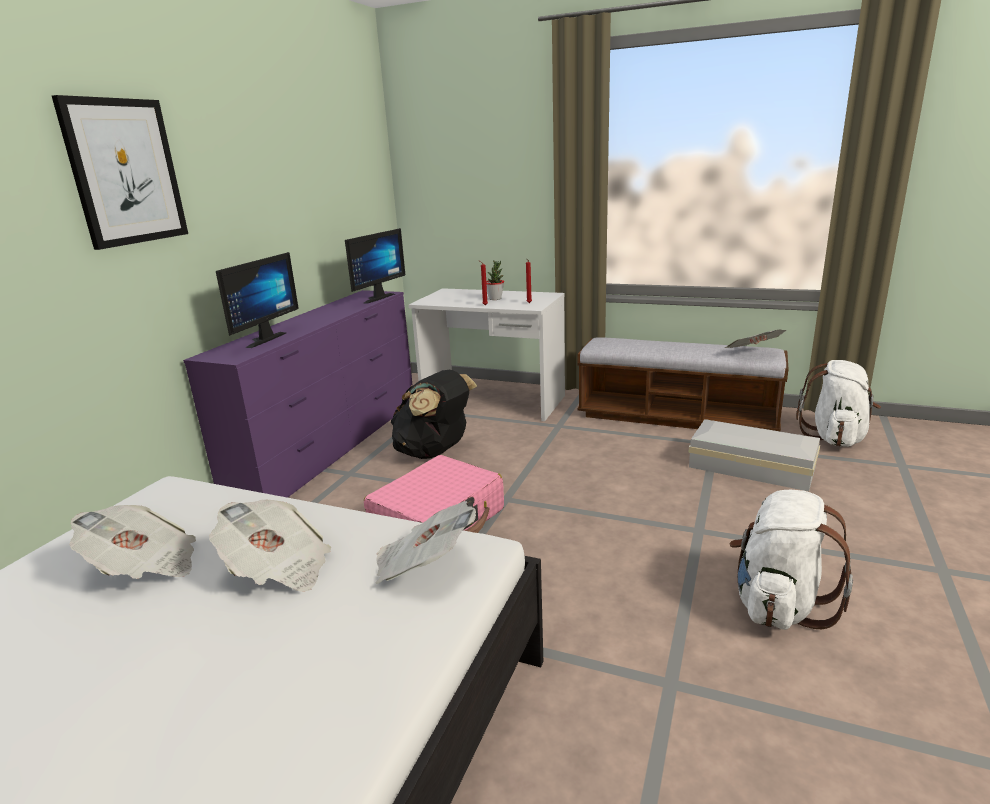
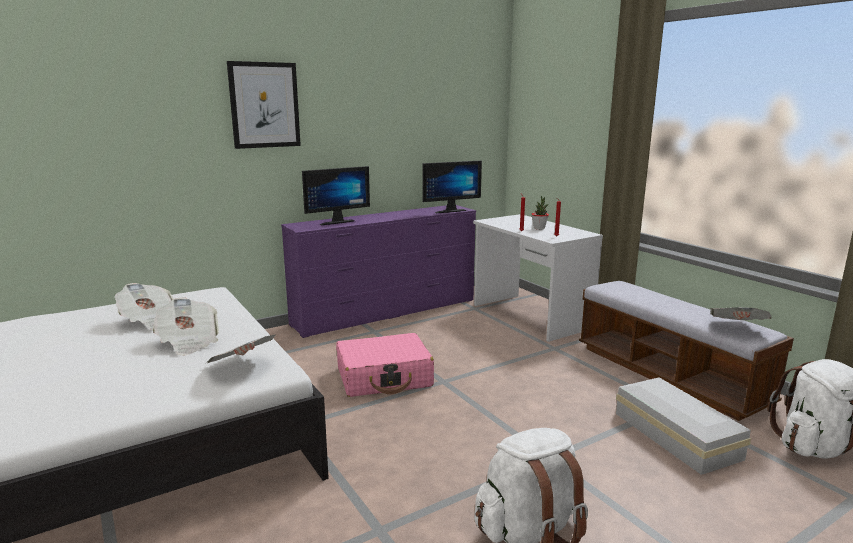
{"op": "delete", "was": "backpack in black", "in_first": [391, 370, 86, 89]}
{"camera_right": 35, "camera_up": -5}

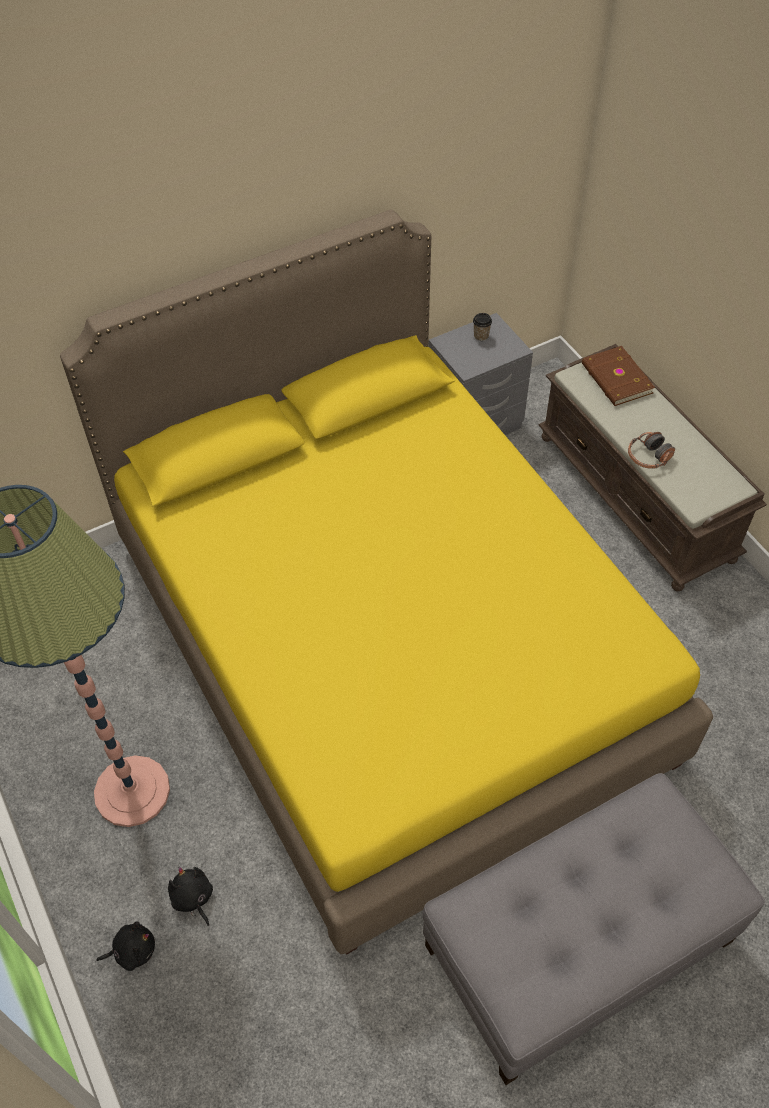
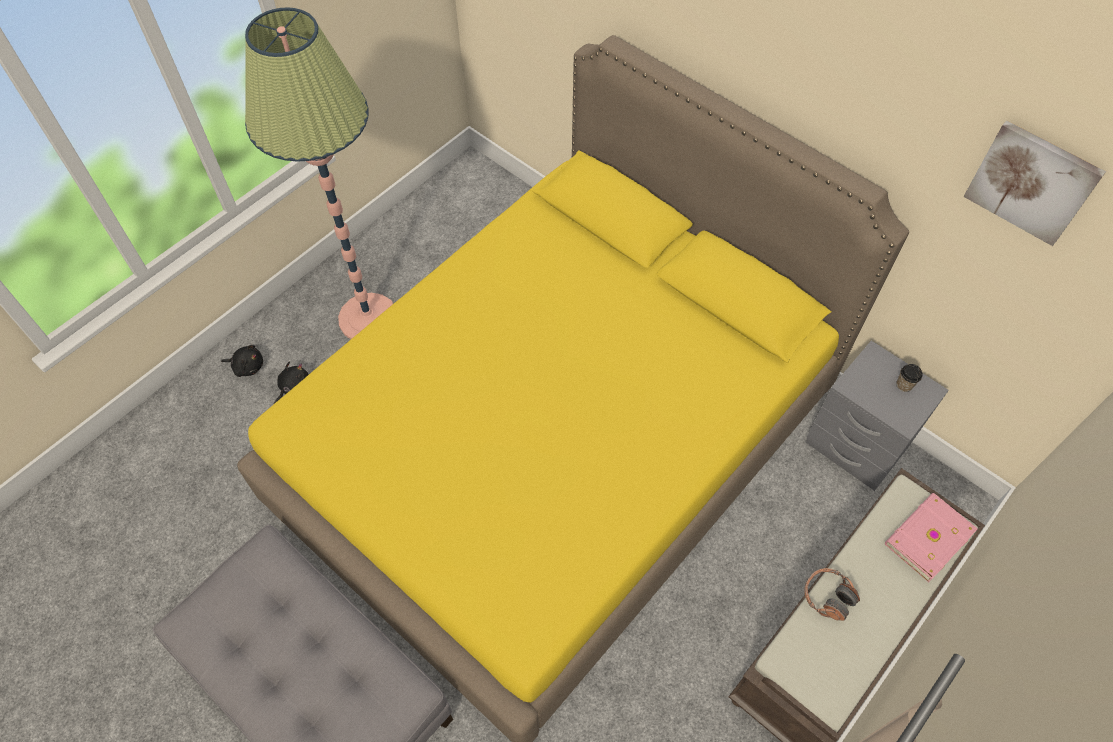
{"op": "rotate", "was": "plush toy in black", "in_first": [96, 921, 59, 50], "in_second": [221, 345, 42, 32], "clockwise": -45}
{"op": "recolor", "was": "book in brown", "now": "book in pink", "in_first": [582, 346, 73, 60], "in_second": [885, 493, 93, 89]}
{"op": "insert", "now": "picture", "in_second": [963, 121, 143, 125]}
{"camera_right": 70, "camera_up": 5}

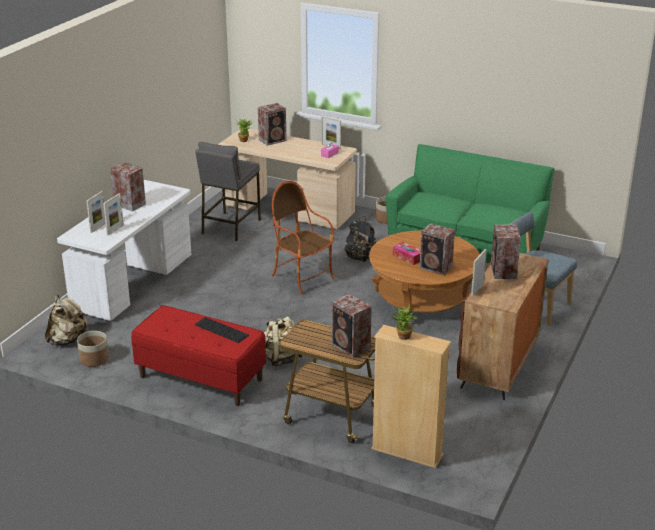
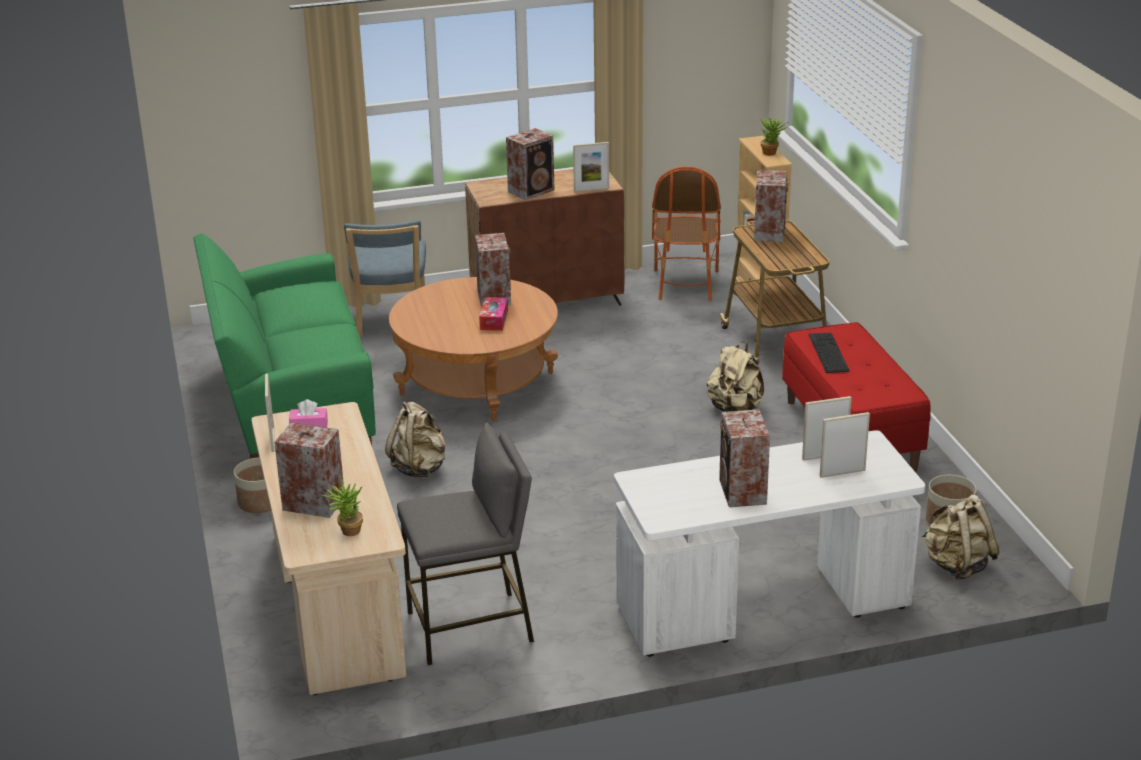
{"op": "recolor", "was": "backpack in black", "now": "backpack in beige", "in_first": [344, 216, 32, 46], "in_second": [385, 401, 61, 77]}
{"op": "move", "was": "armchair", "in_first": [272, 181, 62, 114], "in_second": [652, 167, 69, 134]}
{"camera_right": -130, "camera_up": 0}

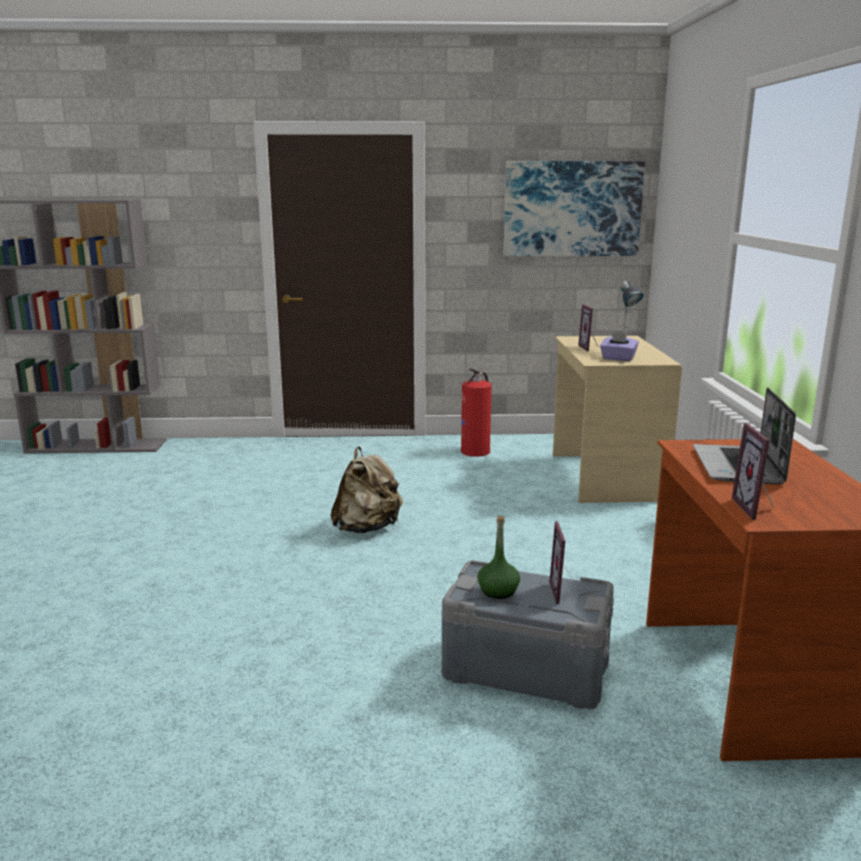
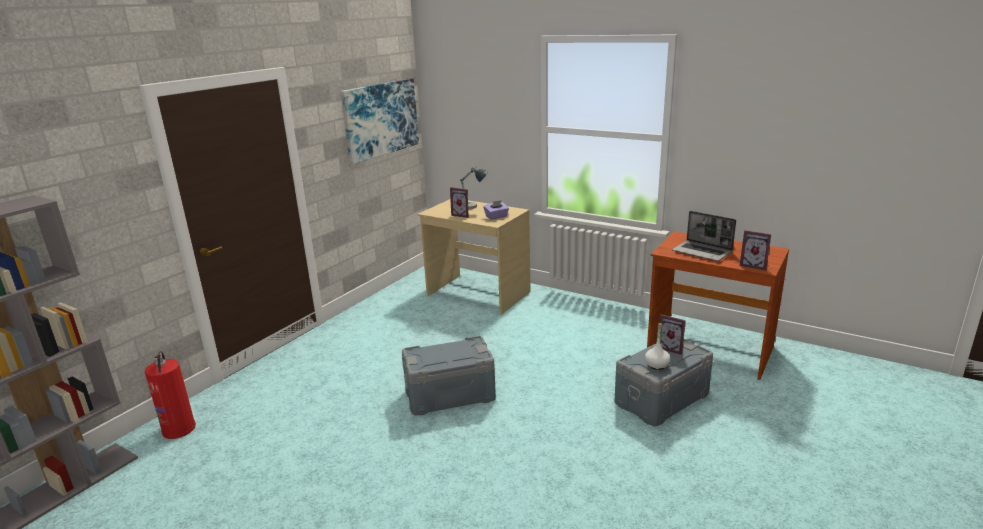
{"op": "move", "was": "fire extinguisher", "in_first": [461, 369, 31, 88], "in_second": [144, 351, 52, 88]}
{"op": "replace", "was": "backpack in beige", "now": "storage box in grey", "in_first": [331, 446, 72, 87], "in_second": [402, 336, 94, 80]}
{"op": "recolor", "was": "bottle in green", "now": "bottle in white", "in_first": [477, 516, 43, 83], "in_second": [645, 323, 25, 47]}
{"camera_right": -55, "camera_up": 5}

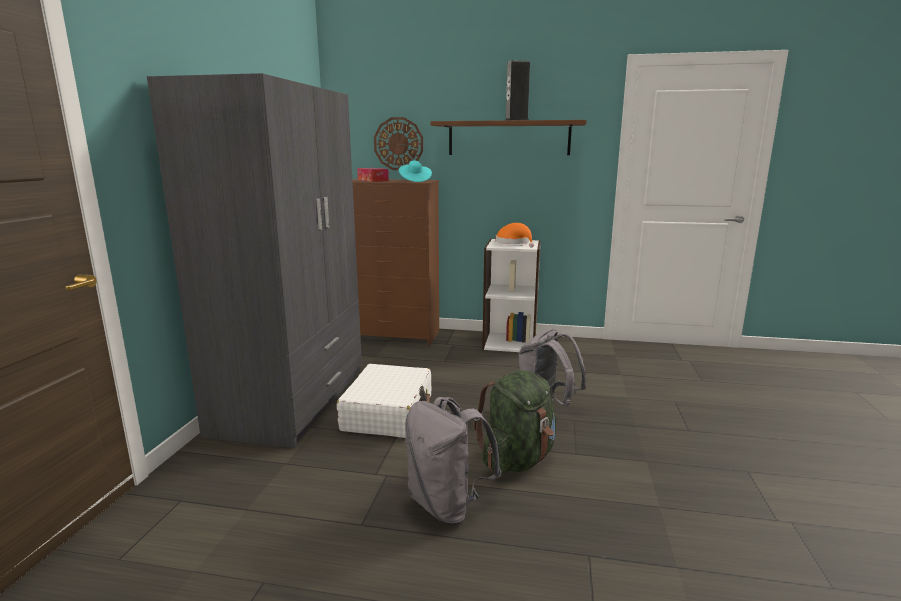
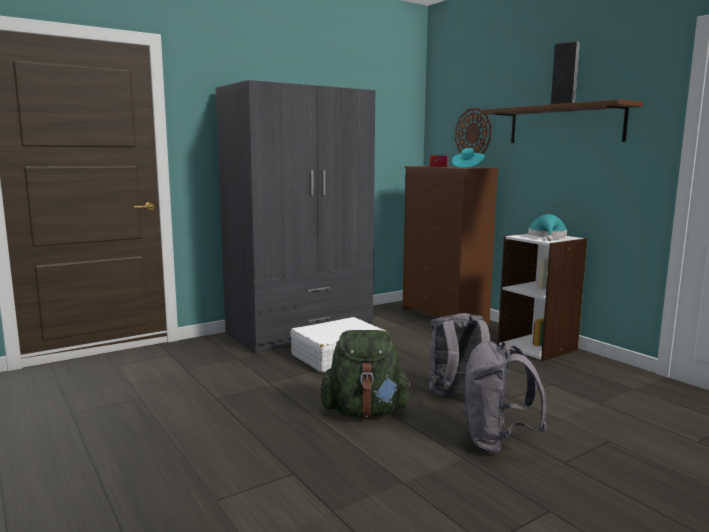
{"op": "move", "was": "backpack in grey", "in_first": [405, 397, 97, 128], "in_second": [463, 341, 84, 113]}
{"op": "recolor", "was": "hat in orange", "now": "hat in turquoise", "in_first": [496, 223, 38, 25], "in_second": [528, 214, 39, 27]}
{"camera_right": 45, "camera_up": -5}

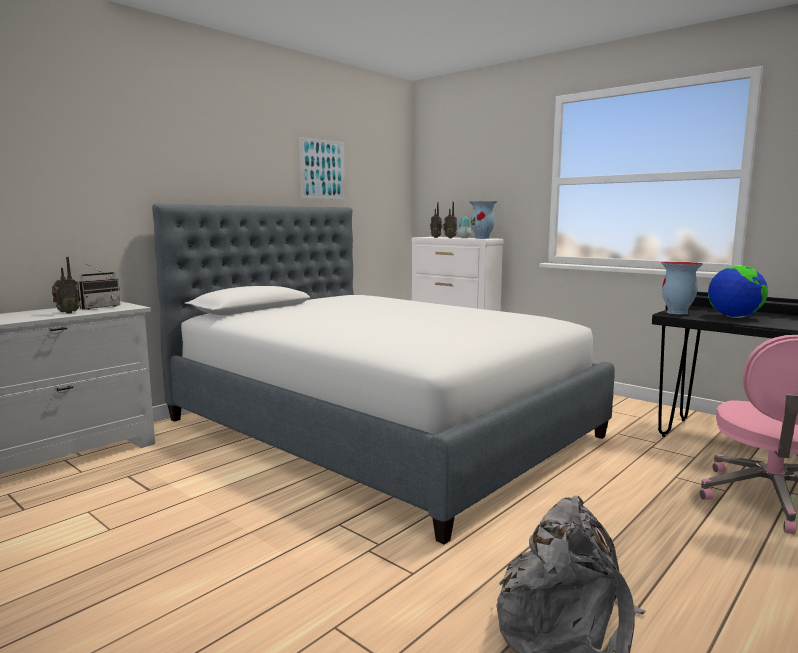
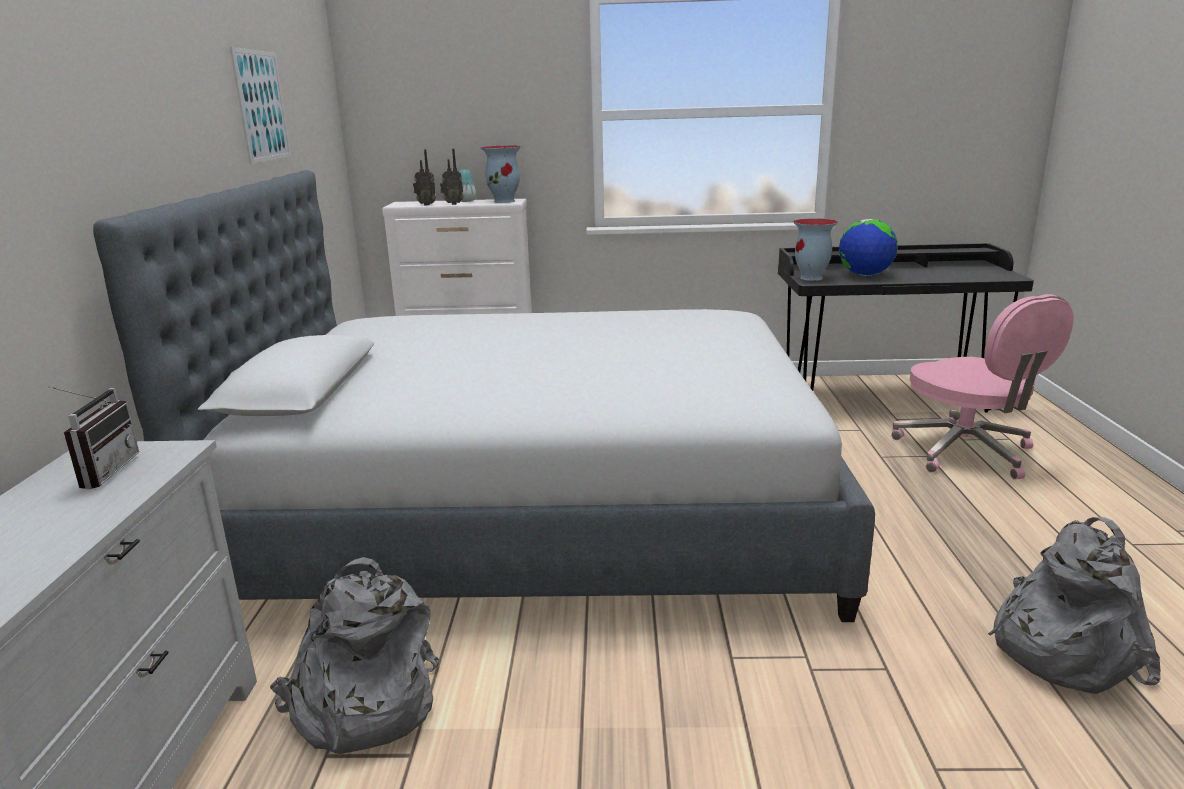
{"op": "insert", "now": "backpack in grey", "in_second": [270, 557, 169, 197]}
{"op": "delete", "was": "radio", "in_first": [52, 257, 28, 57]}
{"camera_right": -40, "camera_up": 10}

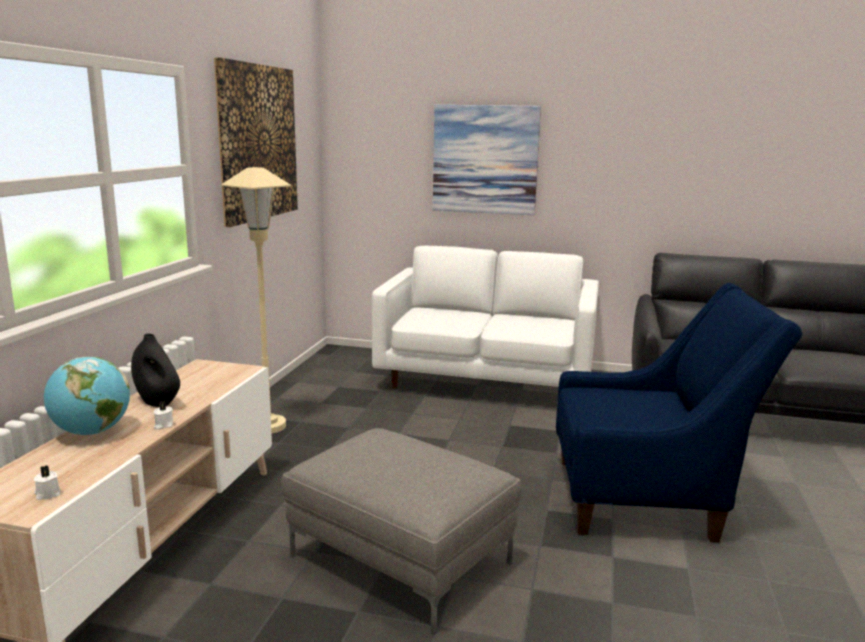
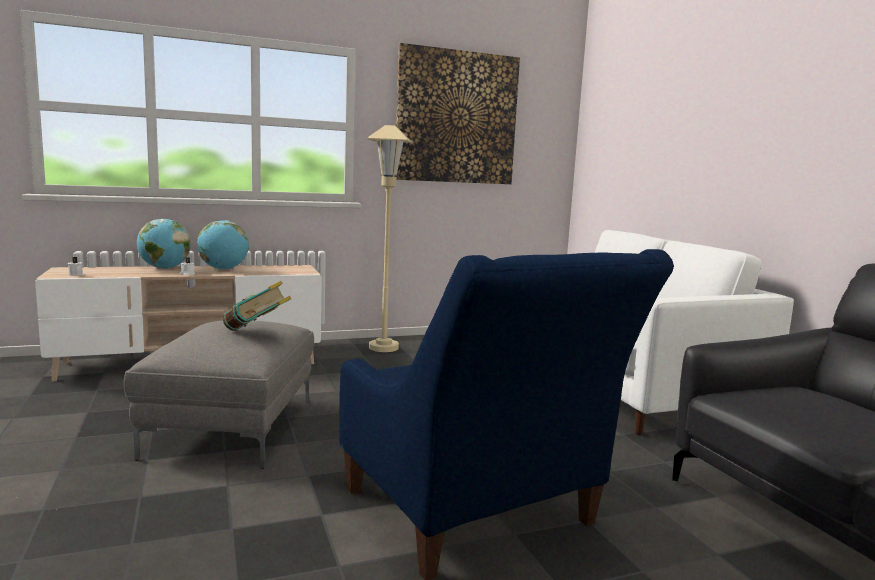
{"op": "replace", "was": "vase in black", "now": "globe", "in_first": [131, 333, 49, 74], "in_second": [197, 220, 52, 50]}
{"op": "insert", "now": "book", "in_second": [223, 281, 68, 50]}
{"op": "delete", "was": "picture", "in_first": [433, 105, 108, 110]}
{"camera_right": 55, "camera_up": -5}

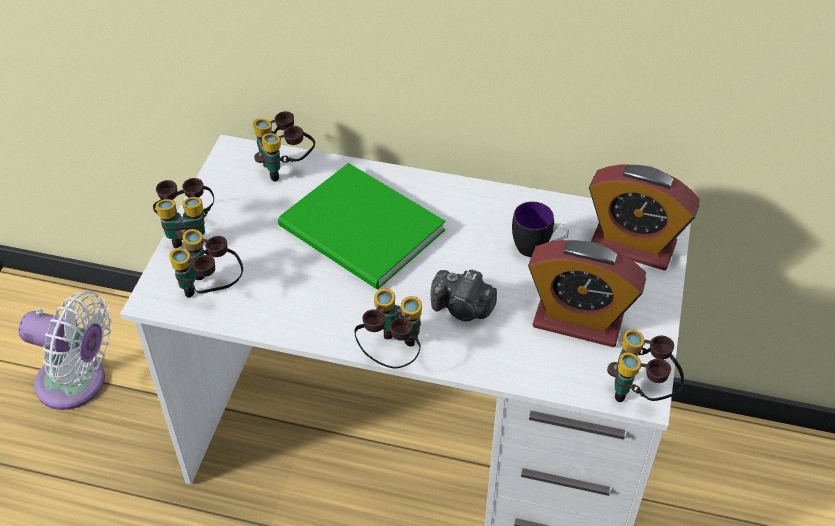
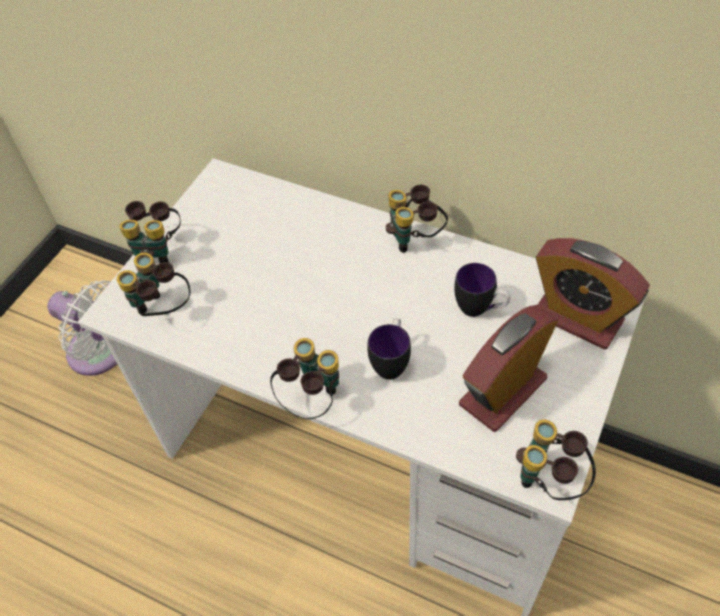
{"op": "replace", "was": "photo camera", "now": "mug", "in_first": [430, 270, 67, 51], "in_second": [368, 318, 43, 62]}
{"op": "move", "was": "binoculars", "in_first": [253, 111, 62, 71], "in_second": [386, 185, 62, 68]}
{"op": "rotate", "was": "alarm clock", "in_first": [528, 240, 118, 107], "in_second": [459, 305, 99, 127], "clockwise": 105}
{"op": "delete", "was": "book in green", "in_first": [278, 163, 168, 126]}
{"camera_right": 15, "camera_up": 5}

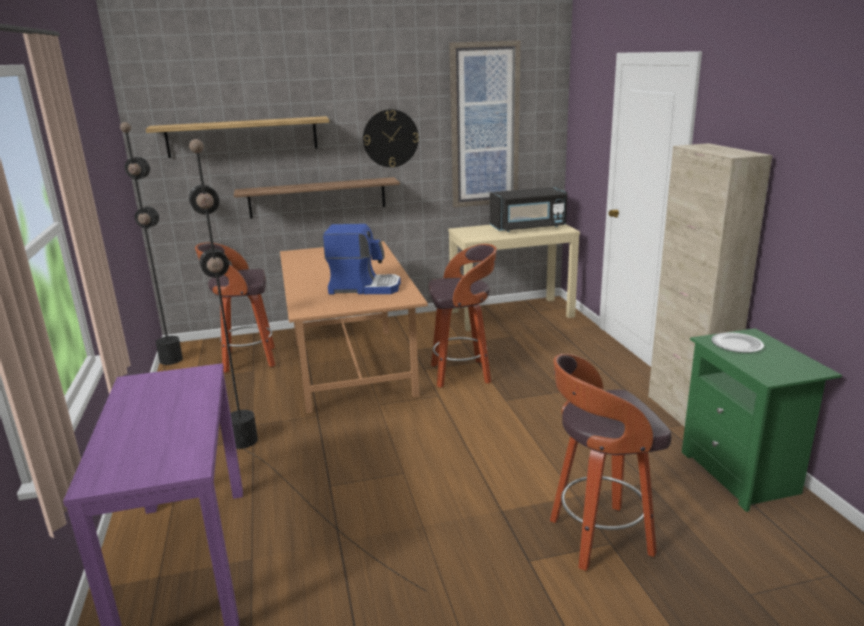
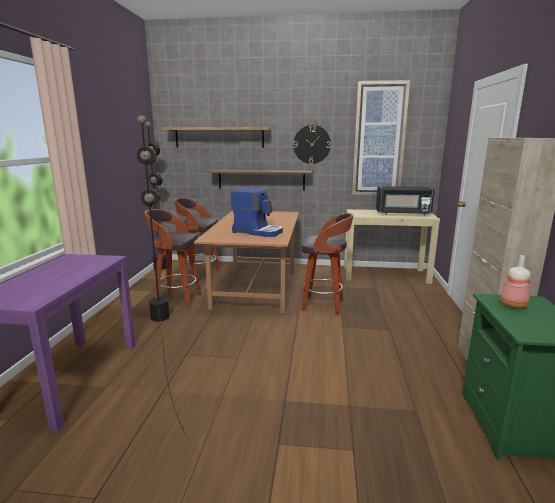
{"op": "move", "was": "stool", "in_first": [550, 354, 121, 217], "in_second": [144, 209, 57, 98]}
{"op": "replace", "was": "plate", "now": "bottle", "in_first": [711, 332, 53, 21], "in_second": [500, 255, 30, 53]}
{"camera_right": 20, "camera_up": -5}

